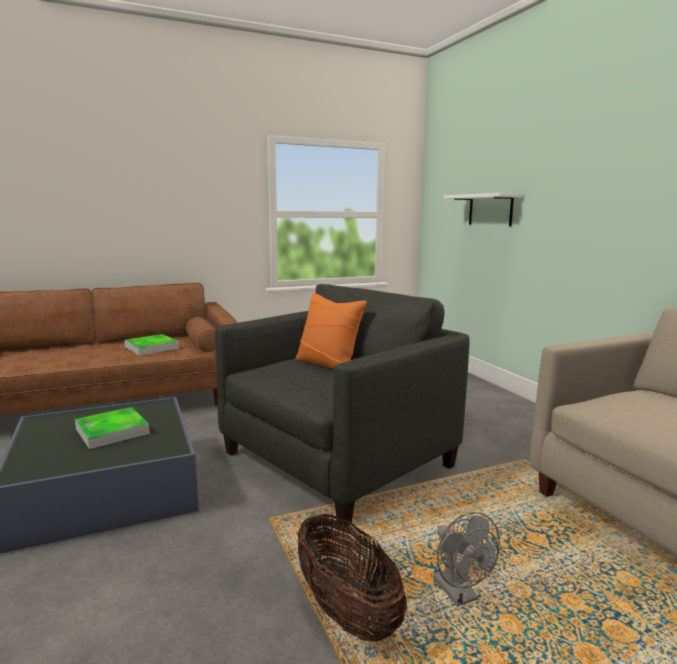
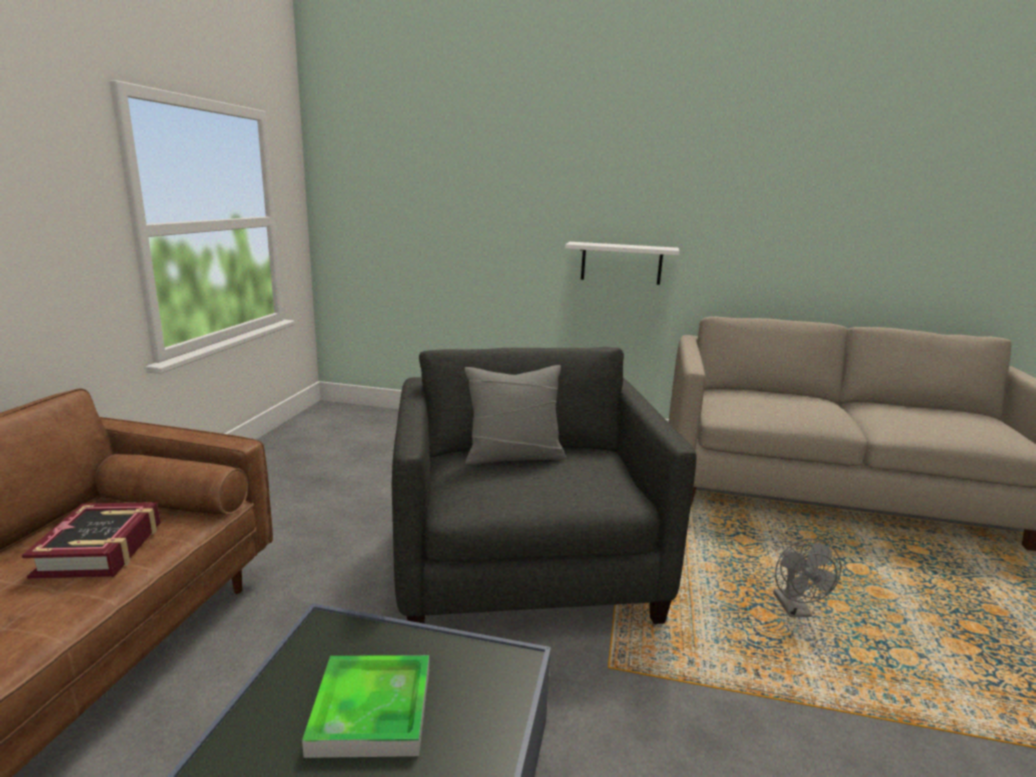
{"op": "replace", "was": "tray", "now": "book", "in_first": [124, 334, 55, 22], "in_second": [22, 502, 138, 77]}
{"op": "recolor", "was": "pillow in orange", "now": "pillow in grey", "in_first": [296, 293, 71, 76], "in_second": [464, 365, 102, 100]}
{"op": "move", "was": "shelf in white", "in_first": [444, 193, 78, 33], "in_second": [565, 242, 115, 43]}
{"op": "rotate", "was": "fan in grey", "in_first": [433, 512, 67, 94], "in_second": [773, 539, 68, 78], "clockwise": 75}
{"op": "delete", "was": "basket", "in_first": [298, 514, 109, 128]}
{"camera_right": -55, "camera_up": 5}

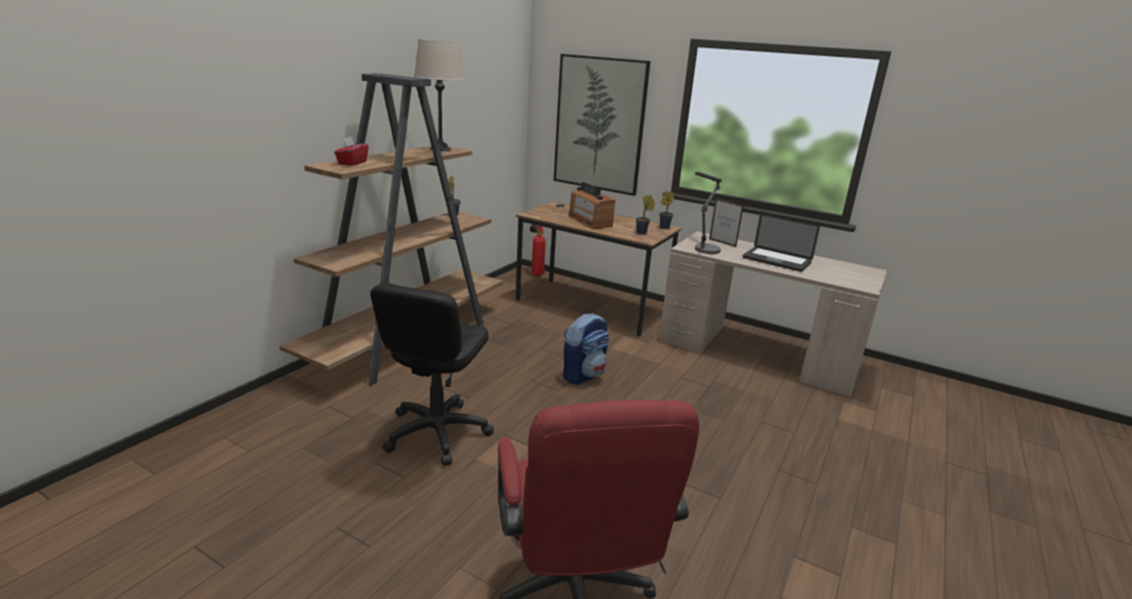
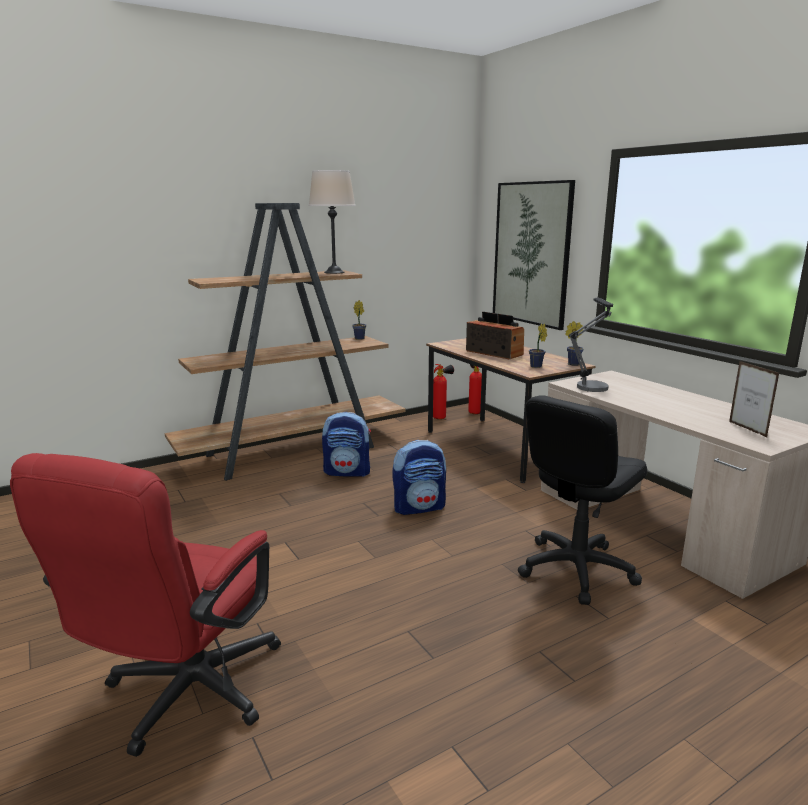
{"op": "insert", "now": "backpack", "in_second": [322, 412, 49, 65]}
{"op": "insert", "now": "fire extinguisher", "in_second": [433, 364, 21, 55]}
{"op": "rotate", "was": "radio", "in_first": [568, 182, 47, 47], "in_second": [466, 312, 58, 47], "clockwise": 135}
{"op": "move", "was": "office chair in black", "in_first": [370, 283, 124, 183], "in_second": [518, 395, 130, 210]}
{"op": "move", "was": "picture frame", "in_first": [709, 198, 35, 49], "in_second": [729, 361, 50, 76]}
{"op": "delete", "was": "tissue box in red", "in_first": [334, 136, 35, 30]}
{"op": "delete", "was": "laptop", "in_first": [743, 214, 77, 58]}
{"camera_right": 30, "camera_up": -5}

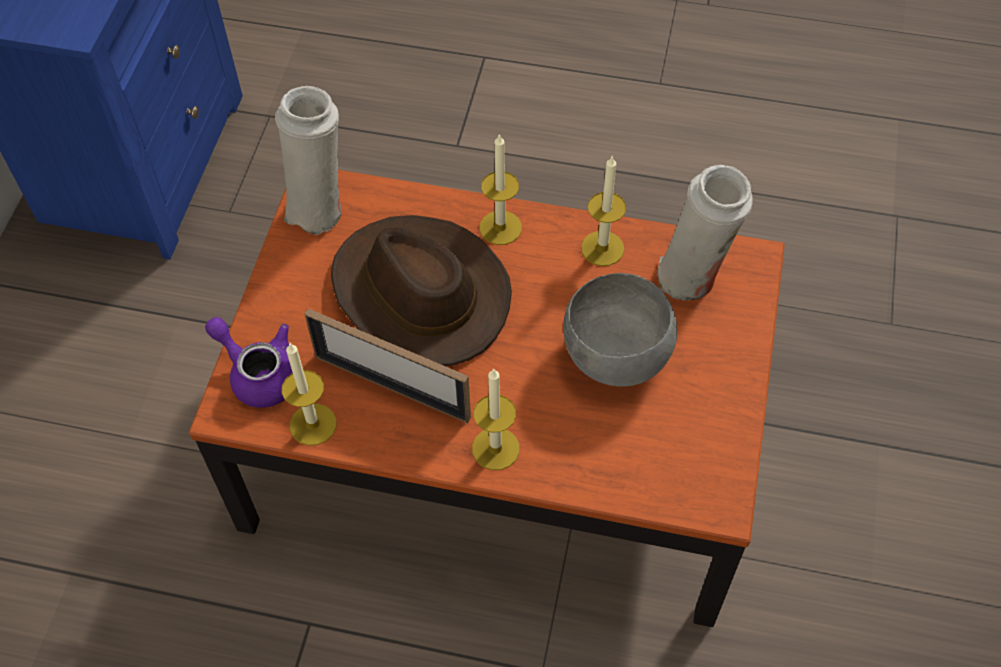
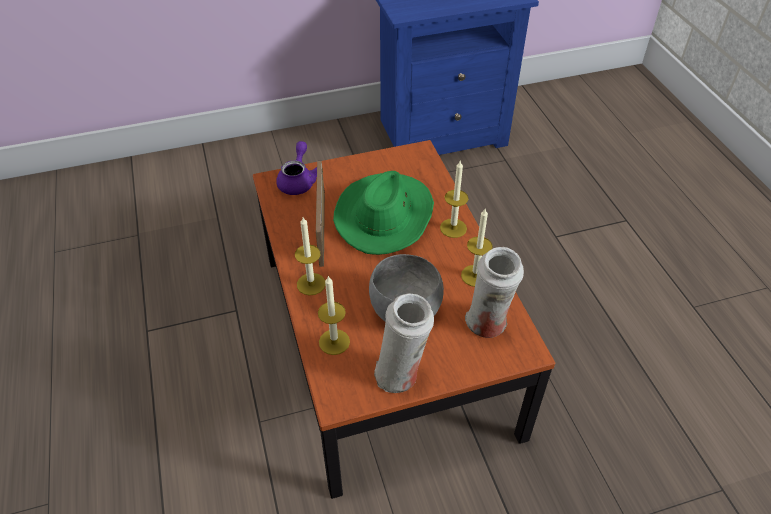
{"op": "move", "was": "candle", "in_first": [282, 342, 55, 104], "in_second": [318, 275, 32, 80]}
{"op": "recolor", "was": "hat in brown", "now": "hat in green", "in_first": [331, 215, 181, 151], "in_second": [333, 171, 101, 84]}
{"op": "move", "was": "vase in white", "in_first": [275, 86, 66, 149], "in_second": [374, 293, 60, 100]}
{"camera_right": 60, "camera_up": -10}

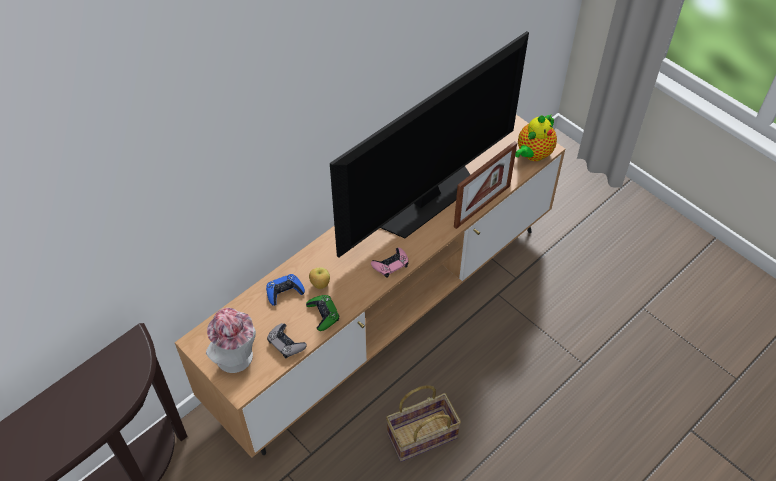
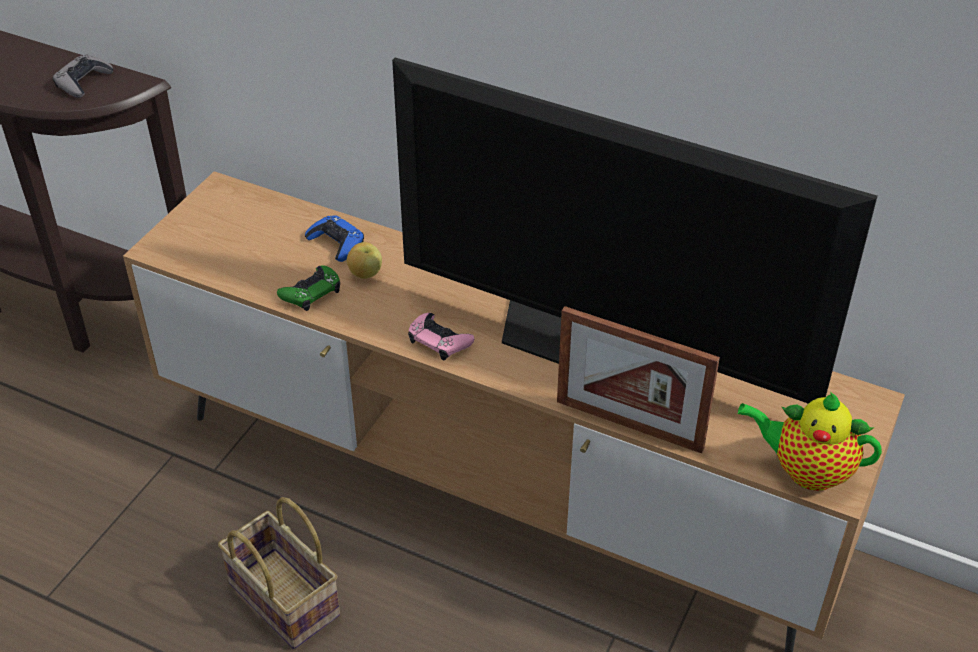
{"op": "move", "was": "game controller in grey", "in_first": [267, 323, 40, 36], "in_second": [53, 55, 60, 43]}
{"op": "delete", "was": "hat", "in_first": [206, 308, 50, 65]}
{"camera_right": 70, "camera_up": -10}

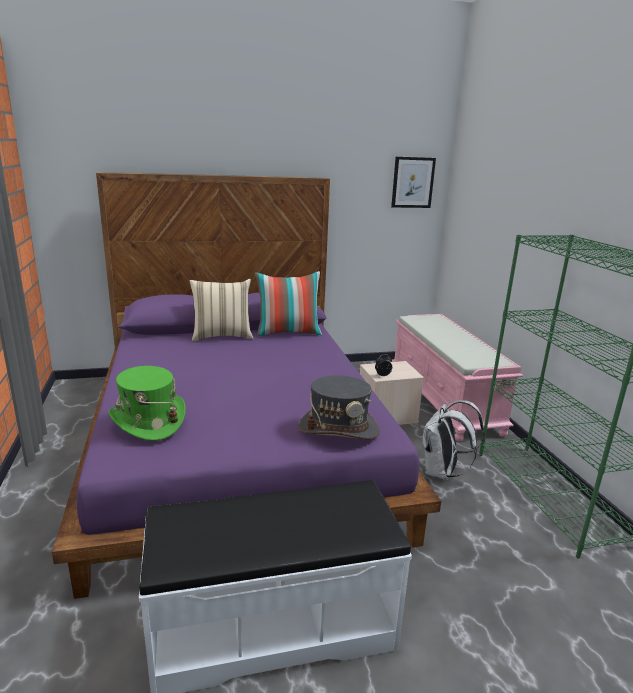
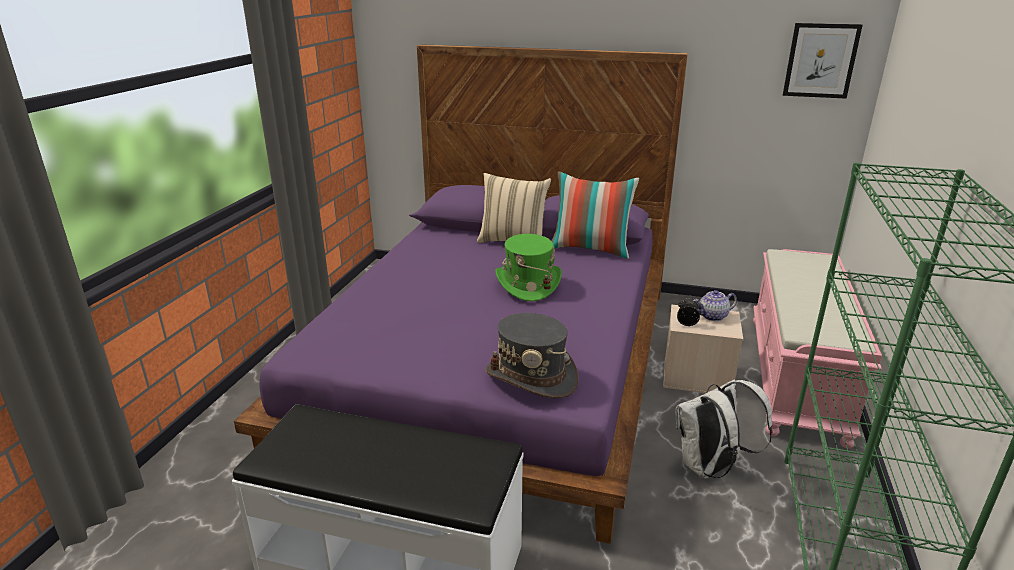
{"op": "move", "was": "hat in green", "in_first": [108, 366, 78, 75], "in_second": [495, 234, 67, 67]}
{"op": "insert", "now": "teapot", "in_second": [693, 290, 44, 31]}
{"camera_right": 30, "camera_up": 5}

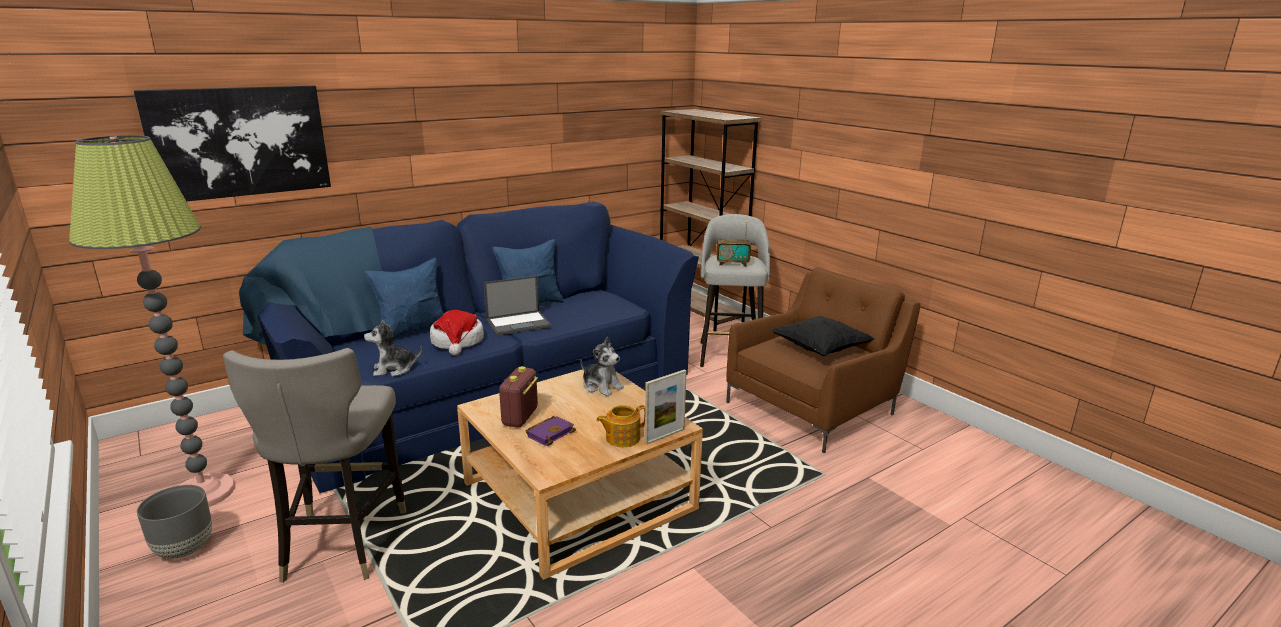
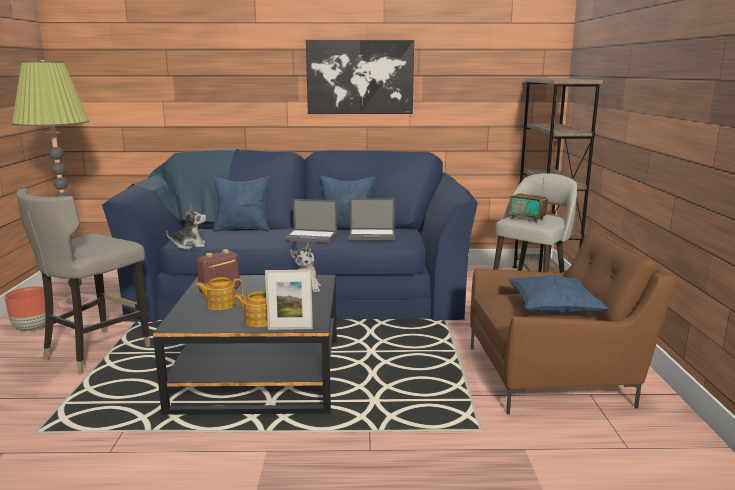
{"op": "recolor", "was": "planter in grey", "now": "planter in brown", "in_first": [137, 485, 75, 74], "in_second": [5, 286, 41, 45]}
{"op": "recolor", "was": "coffee table in beige", "now": "coffee table in black", "in_first": [457, 369, 246, 211], "in_second": [153, 275, 184, 140]}
{"op": "rotate", "was": "plush toy", "in_first": [364, 320, 58, 57], "in_second": [166, 205, 40, 44], "clockwise": 150}
{"op": "replace", "was": "book in purple", "now": "teapot", "in_first": [526, 416, 50, 30], "in_second": [195, 277, 48, 33]}
{"op": "move", "was": "picture", "in_first": [134, 86, 197, 115], "in_second": [306, 40, 108, 74]}
{"op": "insert", "now": "laptop", "in_second": [348, 198, 47, 42]}
{"op": "recolor", "was": "pillow in black", "now": "pillow in blue", "in_first": [771, 316, 103, 40], "in_second": [508, 275, 101, 39]}
{"op": "delete", "was": "hat", "in_first": [430, 310, 54, 46]}
{"camera_right": 35, "camera_up": -5}

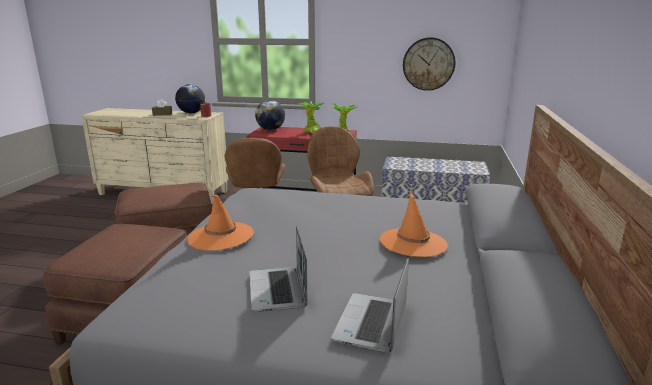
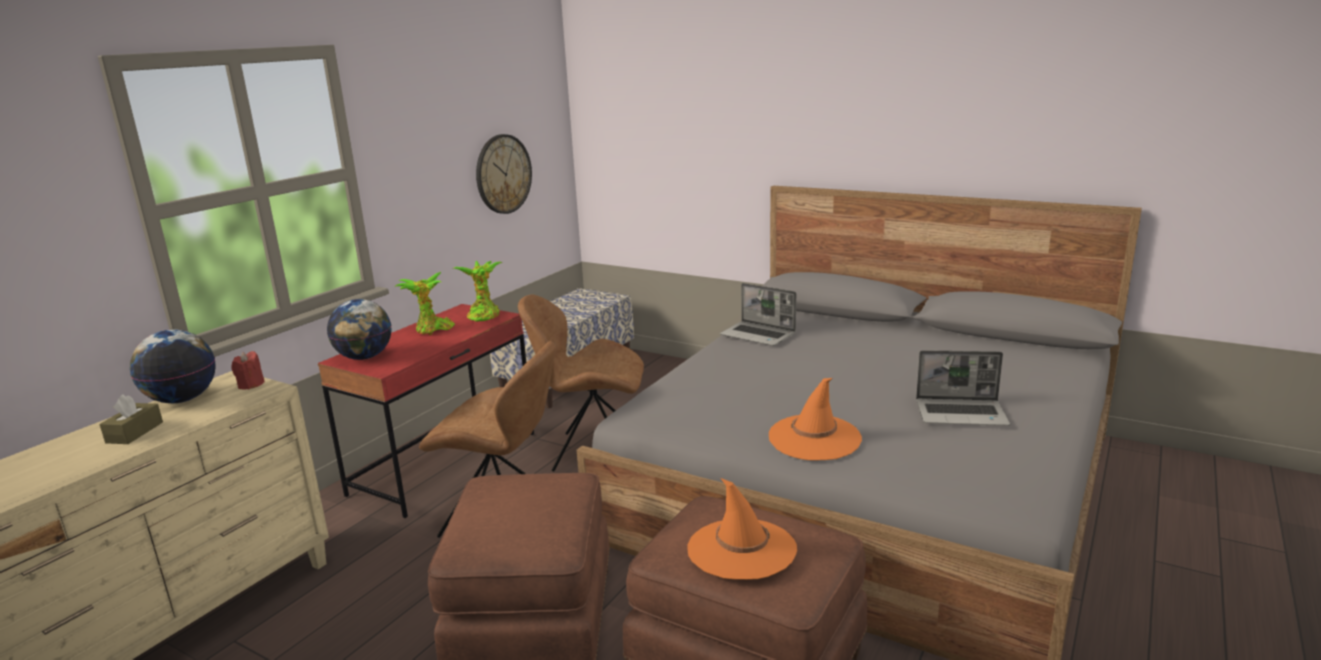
{"op": "move", "was": "hat in orange", "in_first": [379, 193, 69, 64], "in_second": [687, 478, 110, 102]}
{"op": "move", "was": "laptop", "in_first": [331, 256, 78, 97], "in_second": [720, 283, 76, 63]}
{"camera_right": -70, "camera_up": 0}

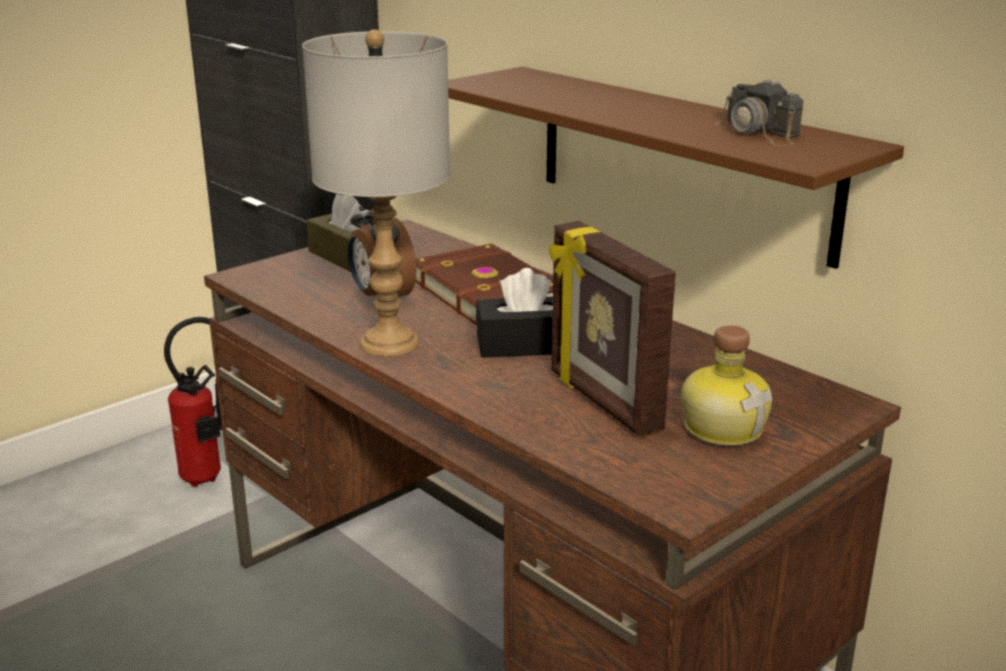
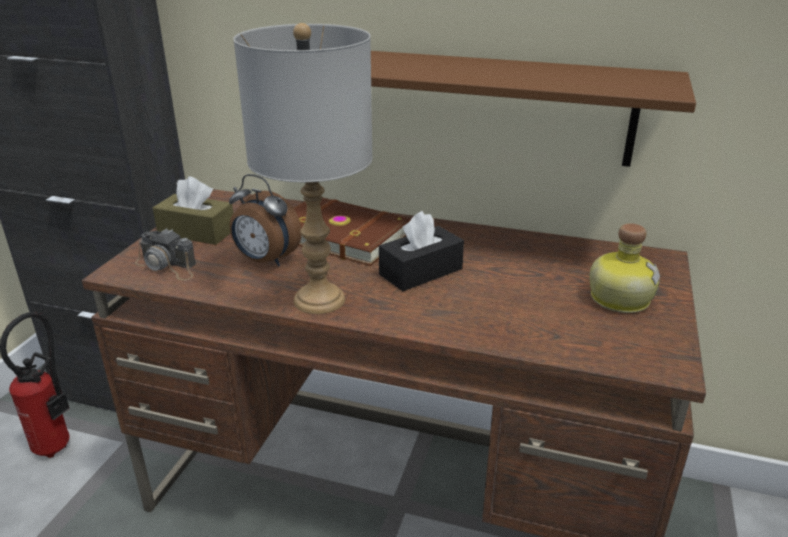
{"op": "move", "was": "photo camera", "in_first": [714, 79, 89, 67], "in_second": [135, 228, 61, 52]}
{"op": "delete", "was": "picture frame", "in_first": [549, 221, 127, 216]}
{"camera_right": -30, "camera_up": 5}

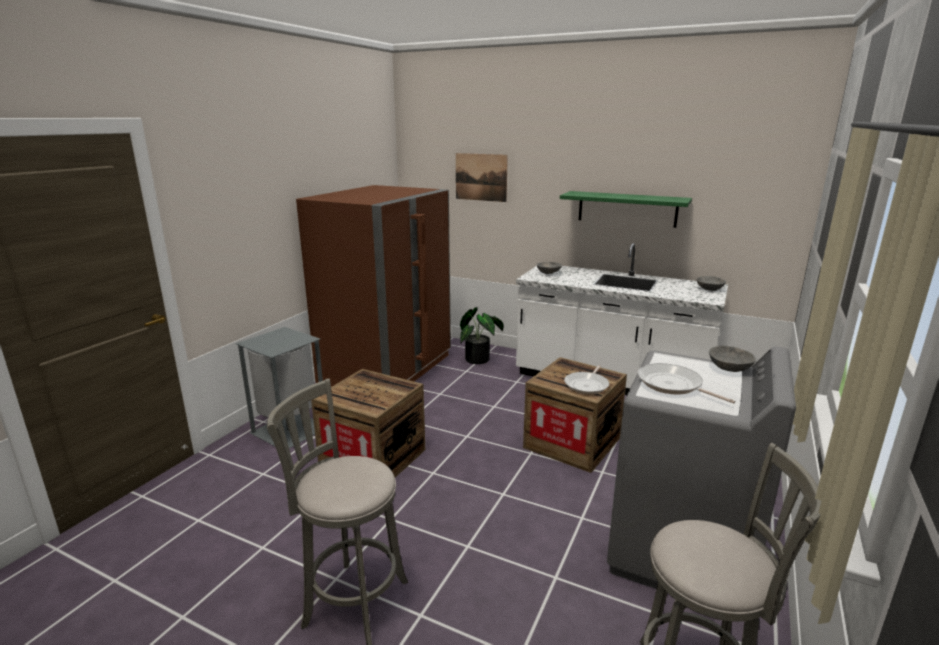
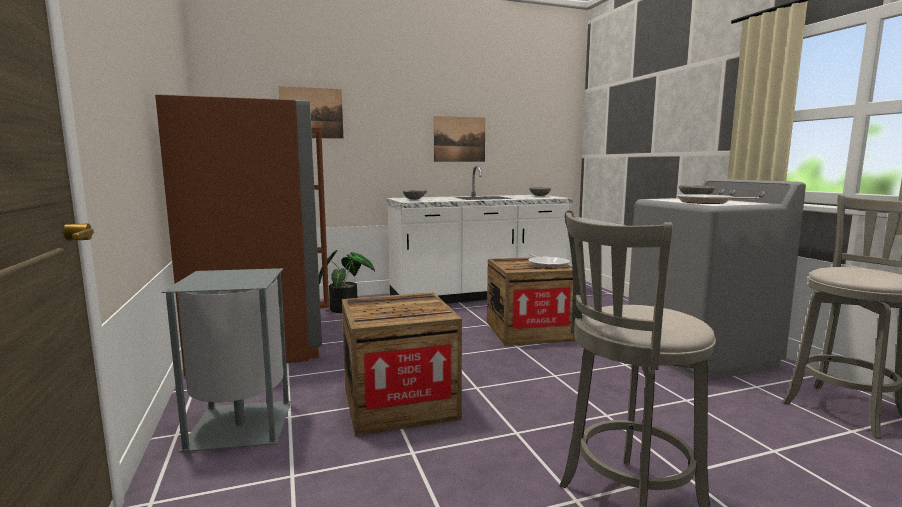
{"op": "replace", "was": "shelf in green", "now": "picture", "in_first": [560, 191, 132, 37], "in_second": [433, 116, 52, 46]}
{"camera_right": -45, "camera_up": -10}

